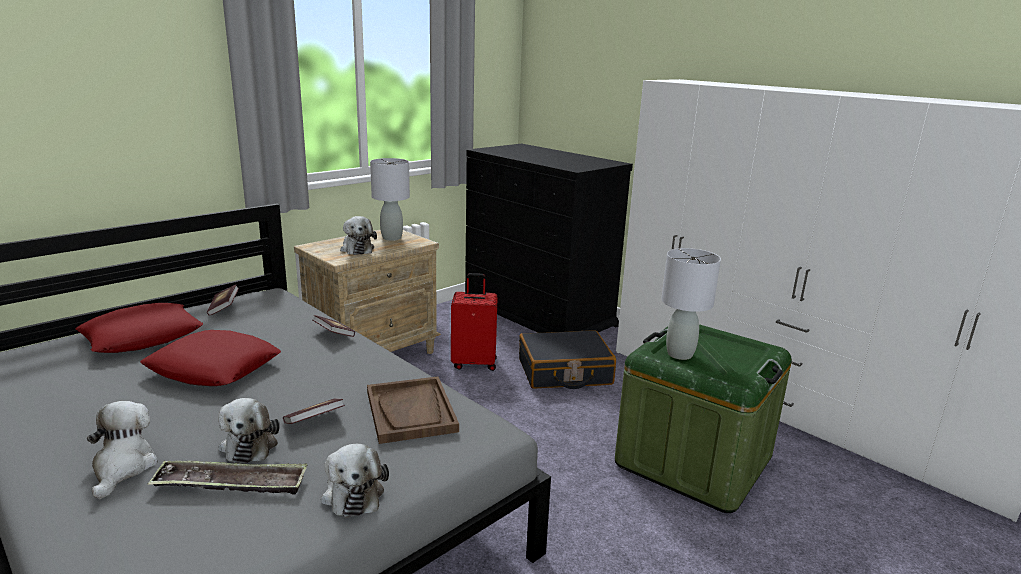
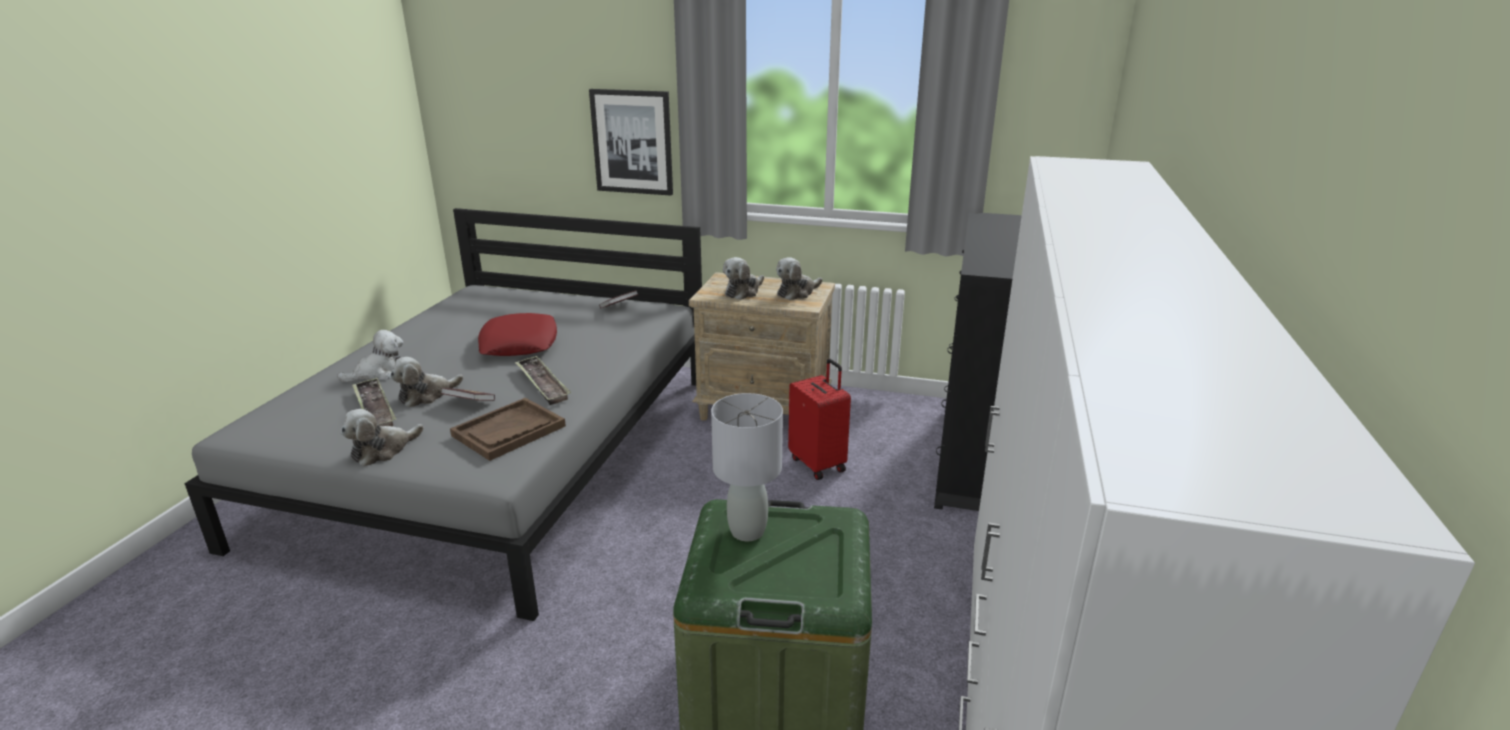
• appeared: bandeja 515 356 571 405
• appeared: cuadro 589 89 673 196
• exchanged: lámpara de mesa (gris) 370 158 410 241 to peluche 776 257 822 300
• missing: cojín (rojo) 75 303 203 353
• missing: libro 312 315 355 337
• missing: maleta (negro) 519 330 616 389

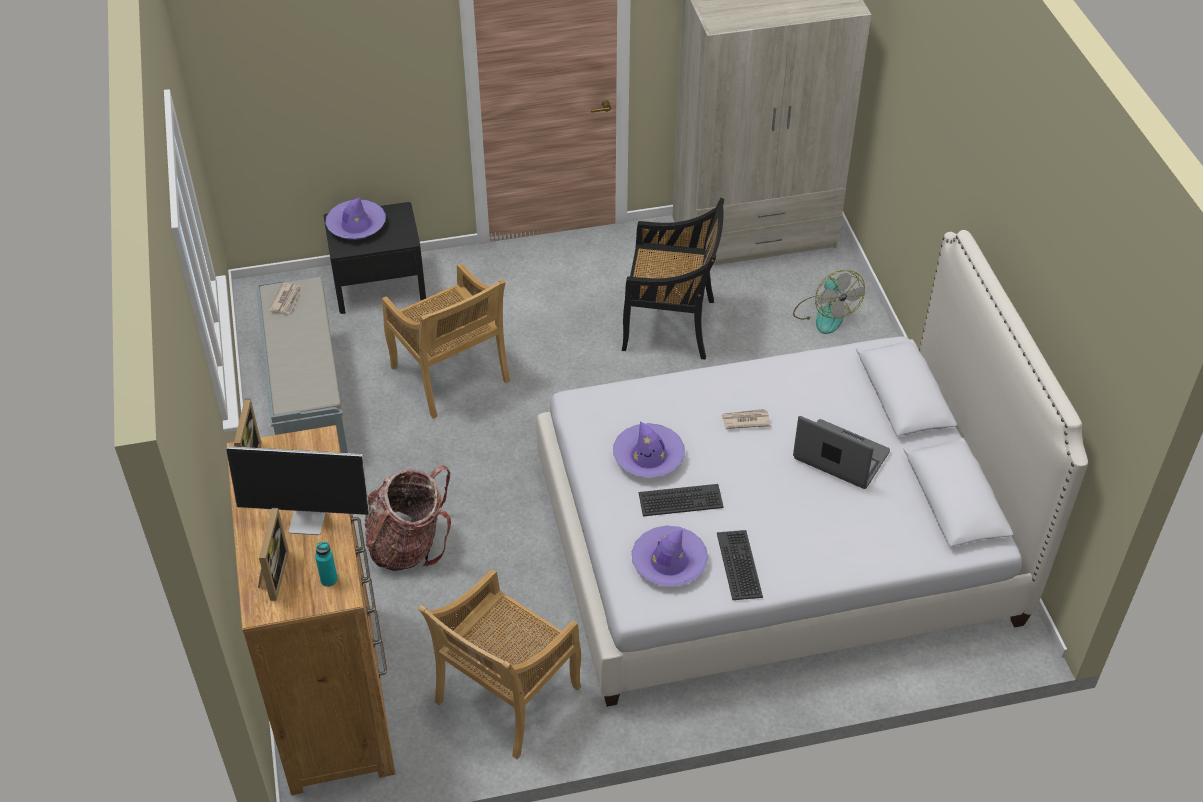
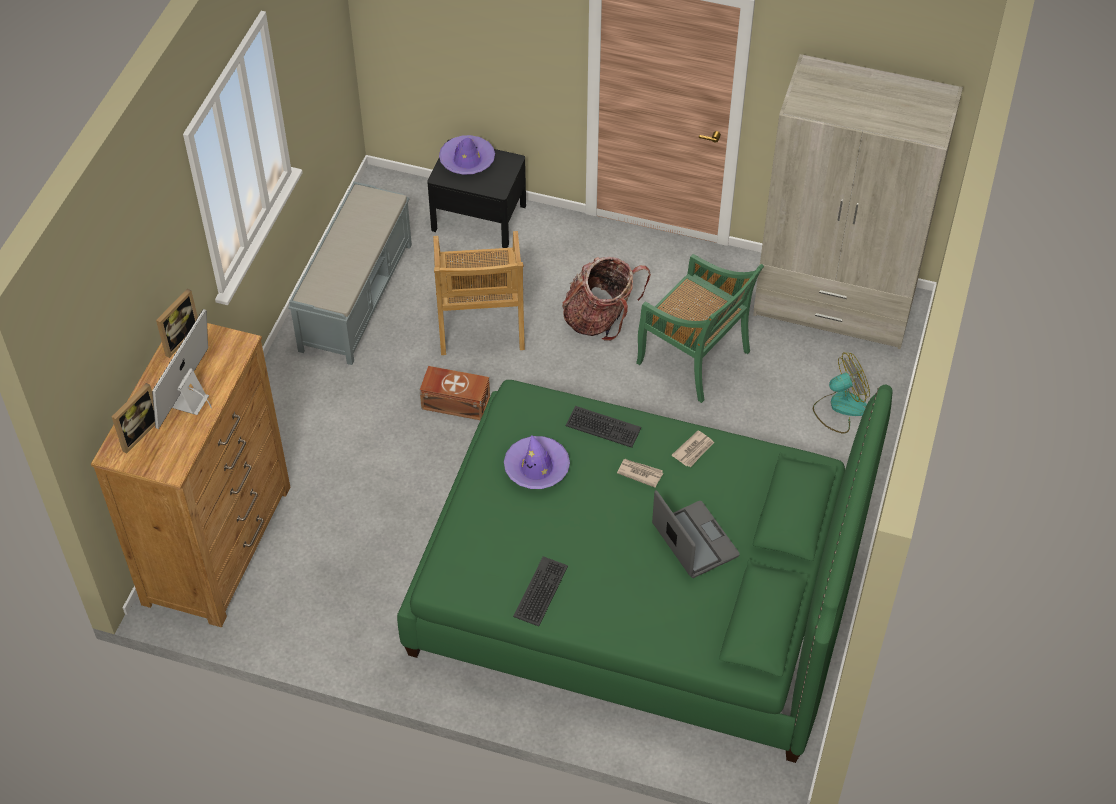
• spun: monitor 226 446 369 535 = 152 309 212 429 75 degrees clockwise
• colour: cama (blanco) 536 230 1088 707 to cama (verde) 397 380 893 763
• appeared: caja de almacenaje (marrón) 420 366 490 420
• relocated: mochila 365 465 451 571 to 562 257 651 341
• relocated: teclado 639 484 724 516 to 565 406 641 448
• colour: silla (negro) 622 198 724 360 to silla (verde) 636 254 764 403
• relocated: periódico 268 283 302 314 to 672 430 715 467
• spun: ventilador 793 270 865 334 = 813 352 870 434 120 degrees counterclockwise
• missing: botella (turquesa) 315 542 338 587
• missing: silla (beis) 418 569 581 759
• missing: sombrero (morado) 632 526 708 587

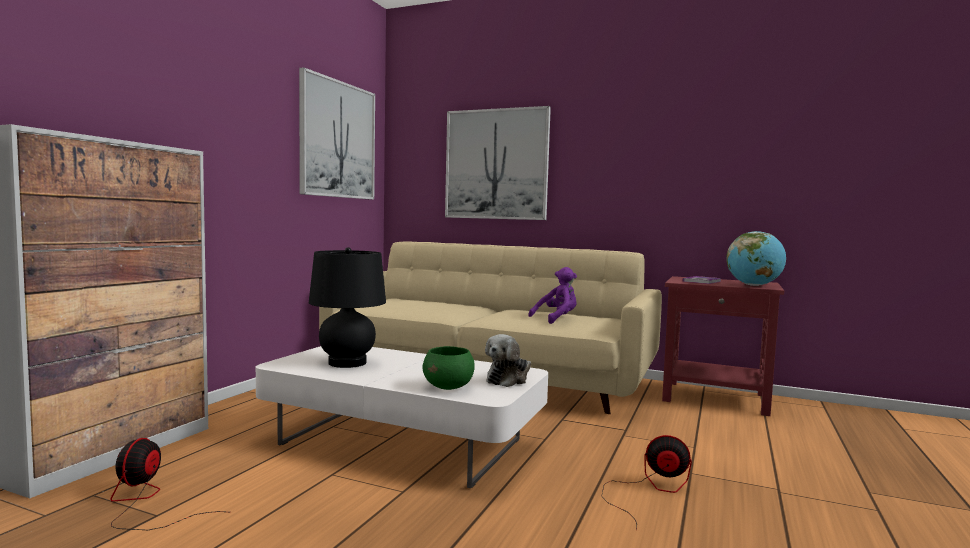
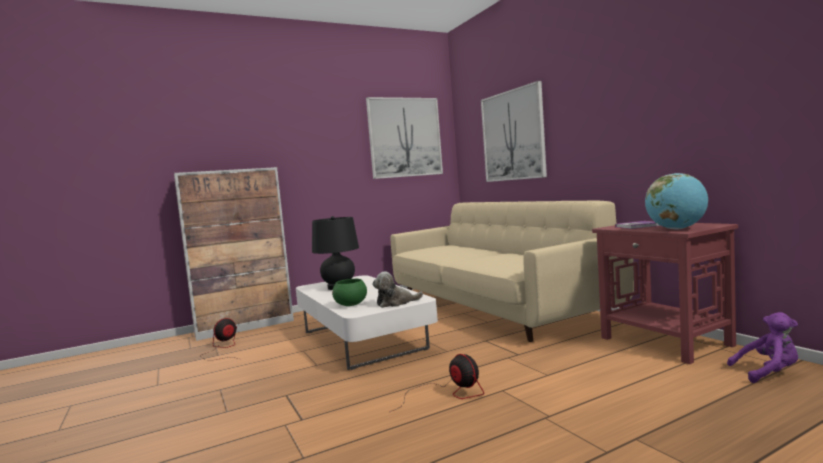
• relocated: peluche (morado) 528 267 577 324 to 727 312 798 383

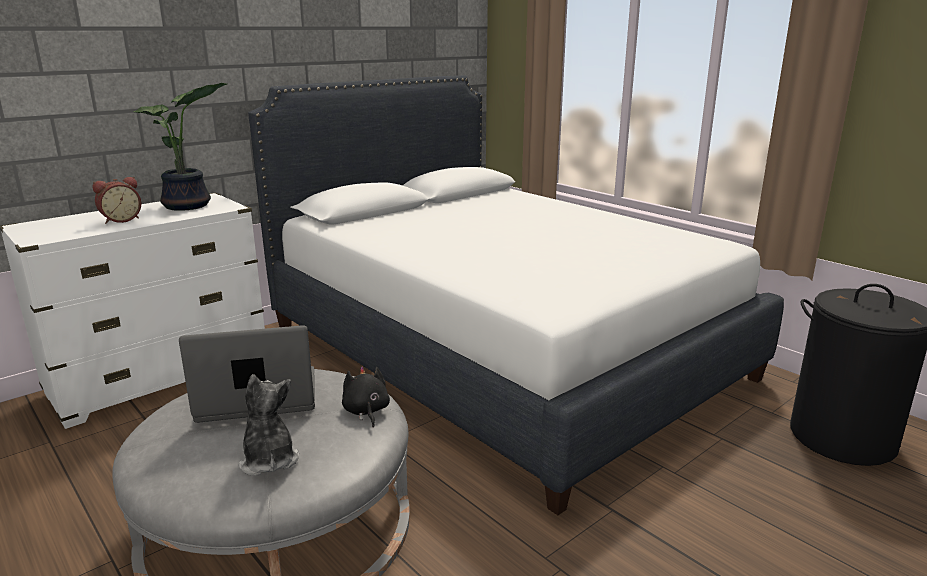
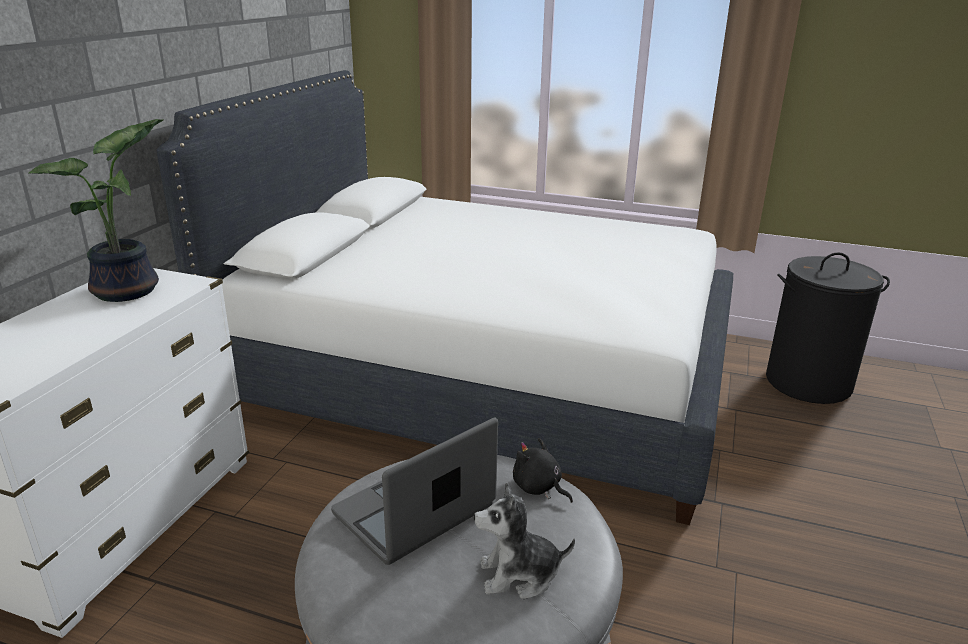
• spun: peluche 239 374 299 476 = 474 482 575 599 45 degrees counterclockwise
• missing: despertador 92 177 141 224

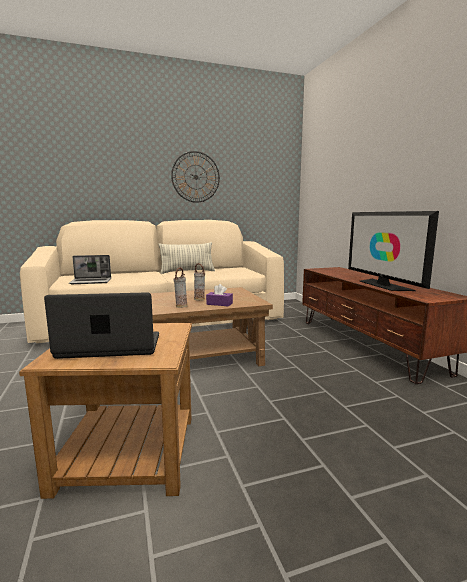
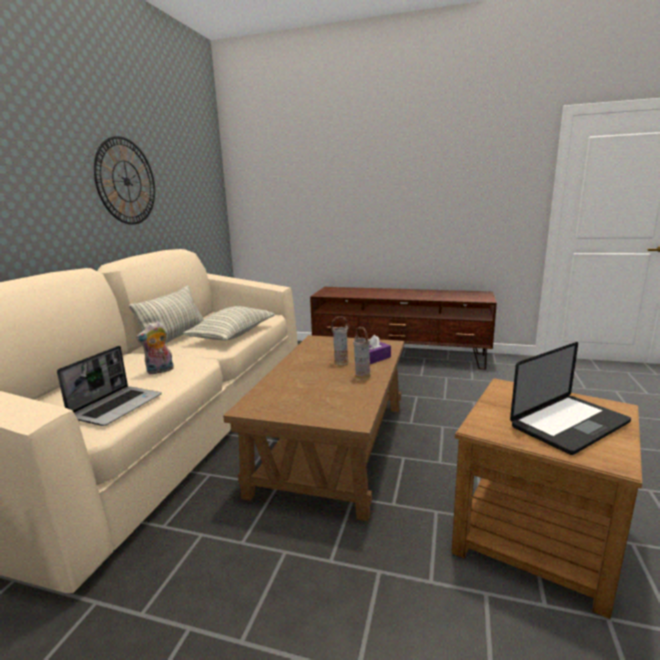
• appeared: peluche 136 321 174 375
• appeared: cojín 183 306 274 341
• spun: portátil 44 292 159 359 = 510 342 631 455 150 degrees counterclockwise
• missing: televisor 348 211 439 291

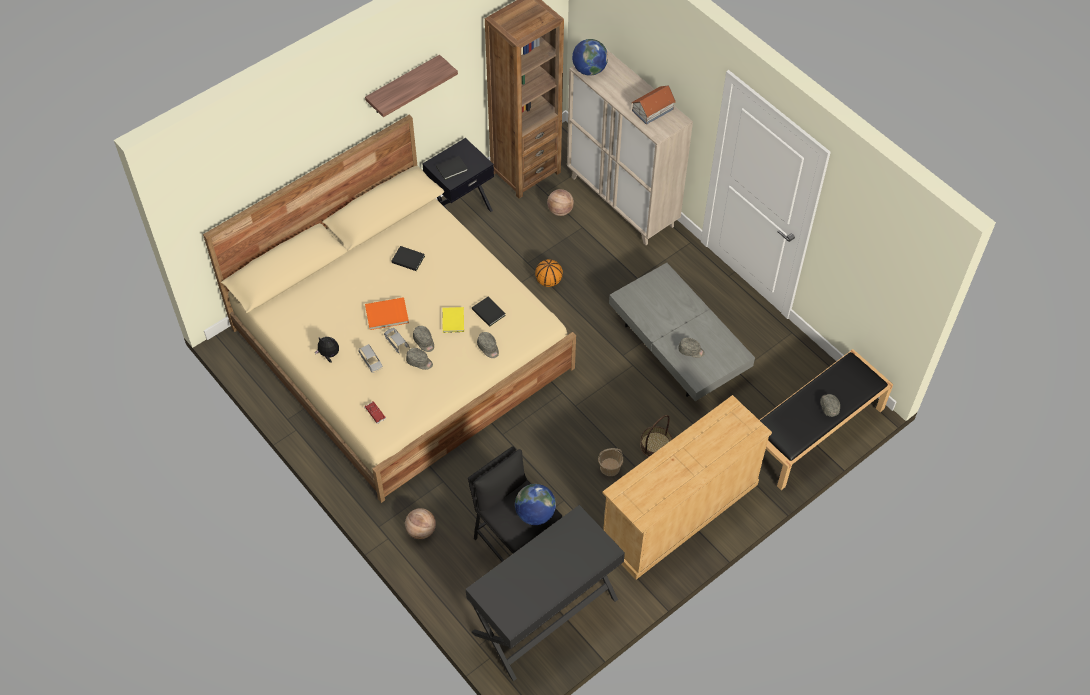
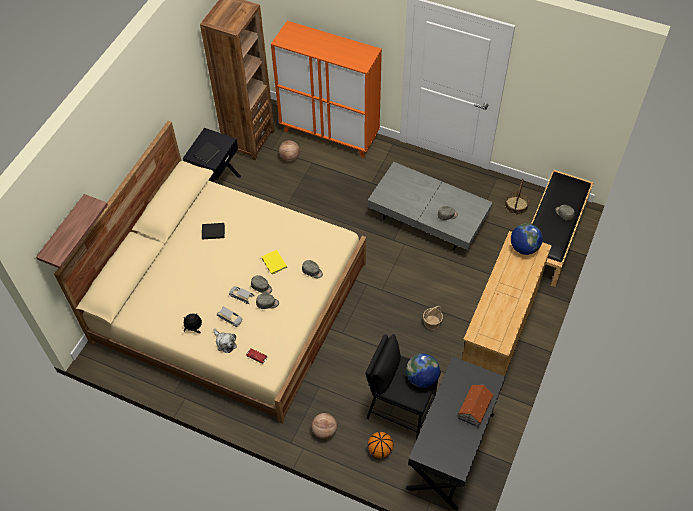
• relocated: estante 365 55 458 117 to 36 194 108 269
• appeared: peluche 214 329 237 353
• colour: armario (beis) 567 49 693 245 to armario (naranja) 271 21 382 158
• relocated: balón de baloncesto 535 259 563 287 to 368 432 393 458
• relocated: casita 632 85 676 125 to 458 385 494 427
• relocated: cesta 640 415 672 457 to 505 179 529 215
• relocated: globo terráqueo 572 39 608 76 to 511 223 543 255
• missing: libro (naranja) 365 297 409 330
• missing: libro (negro) 472 297 506 327

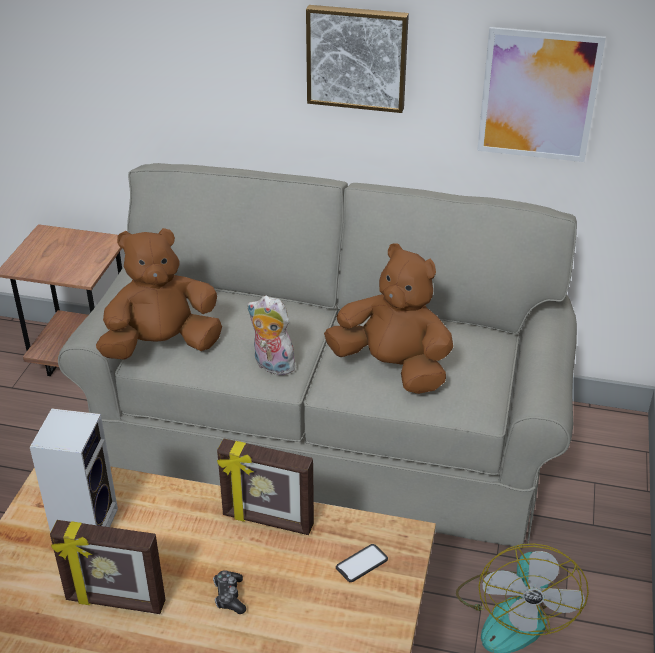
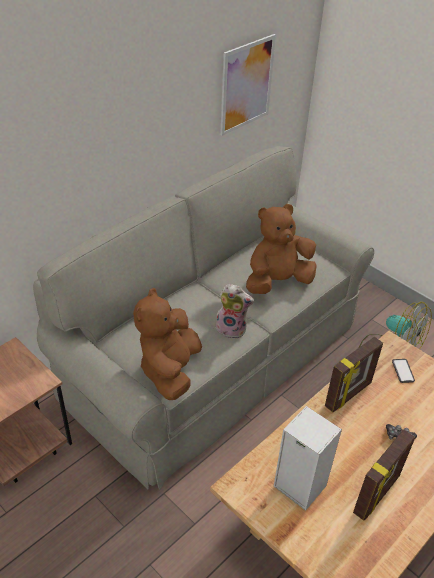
• spun: peluche 247 296 295 375 = 215 284 254 339 135 degrees counterclockwise
• missing: cuadro 306 5 409 113

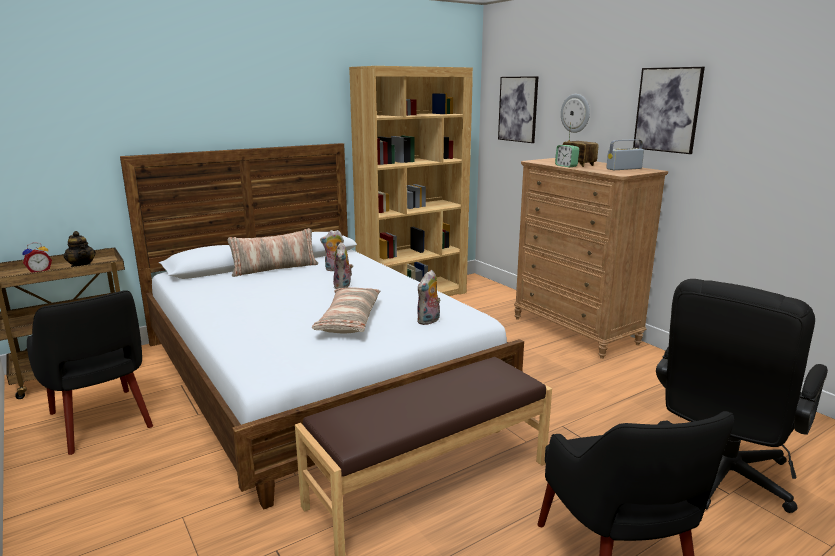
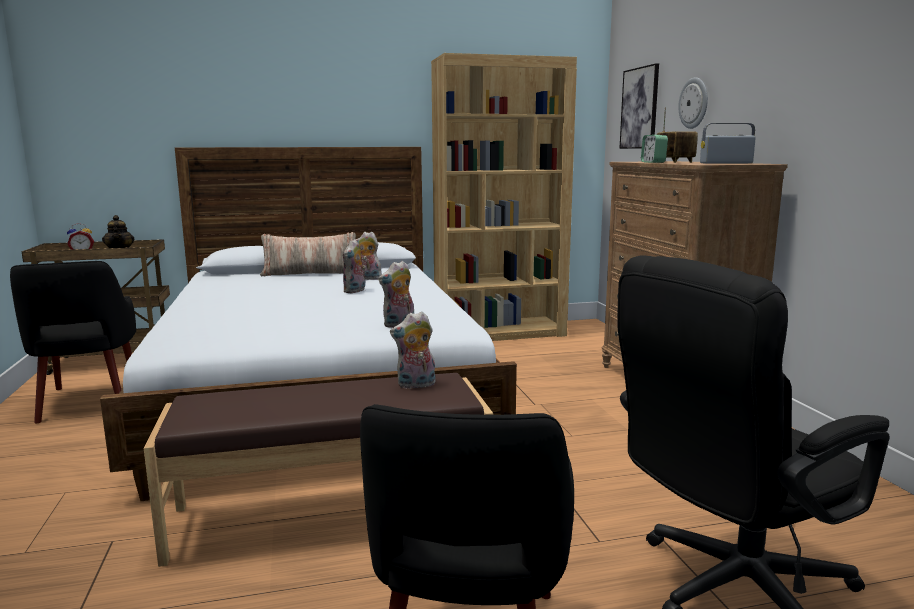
• appeared: peluche 390 311 436 389
• missing: cojín 312 287 380 334
• missing: cuadro 633 67 705 154

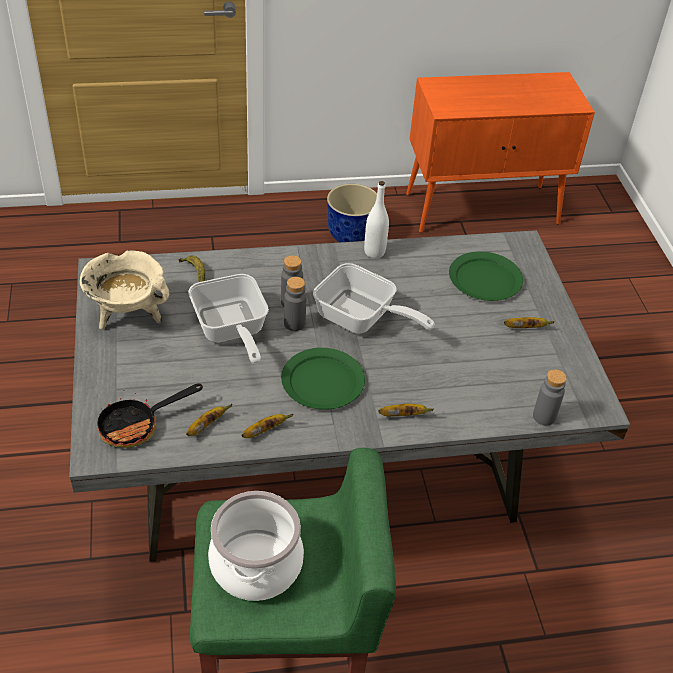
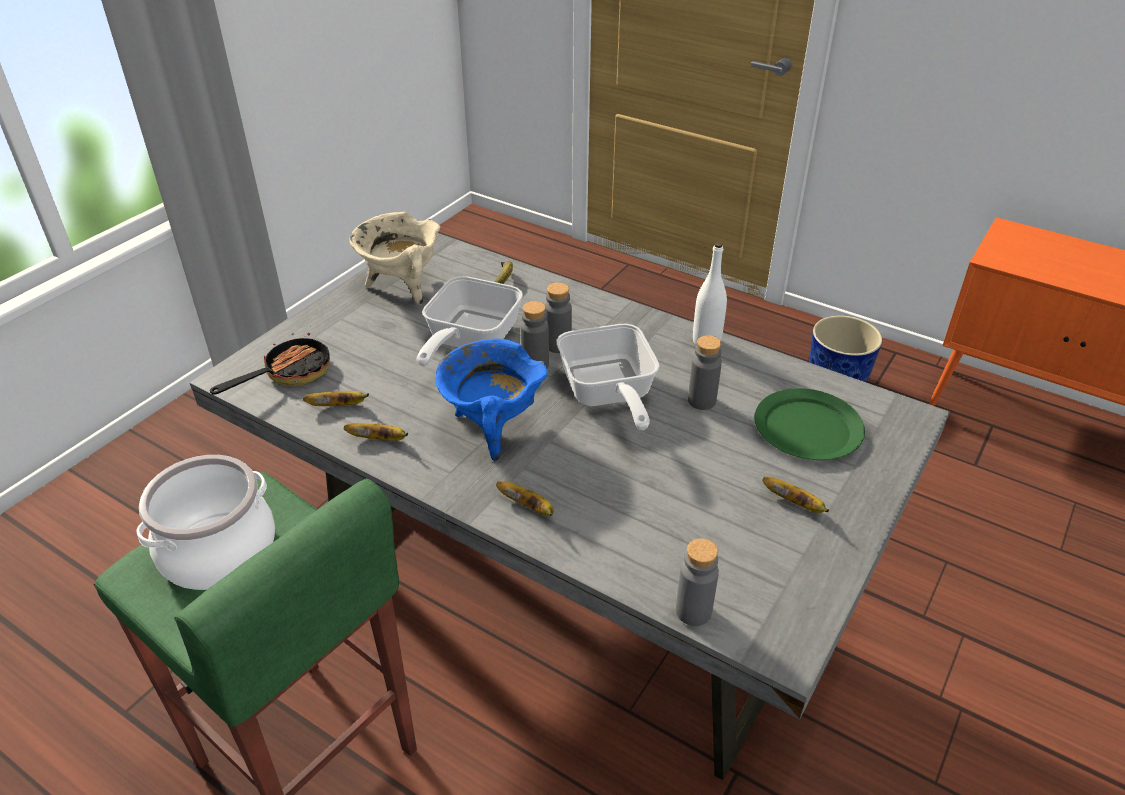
• spun: sartén 97 383 203 448 = 210 326 330 395 120 degrees clockwise
• exchanged: plato (verde) 281 348 365 410 to olla (azul) 435 339 548 461
• appeared: botella (gris) 688 335 722 410

